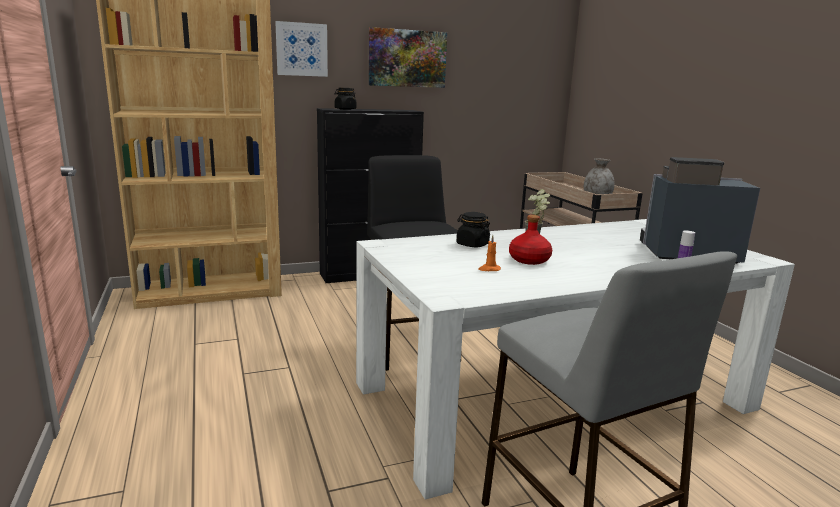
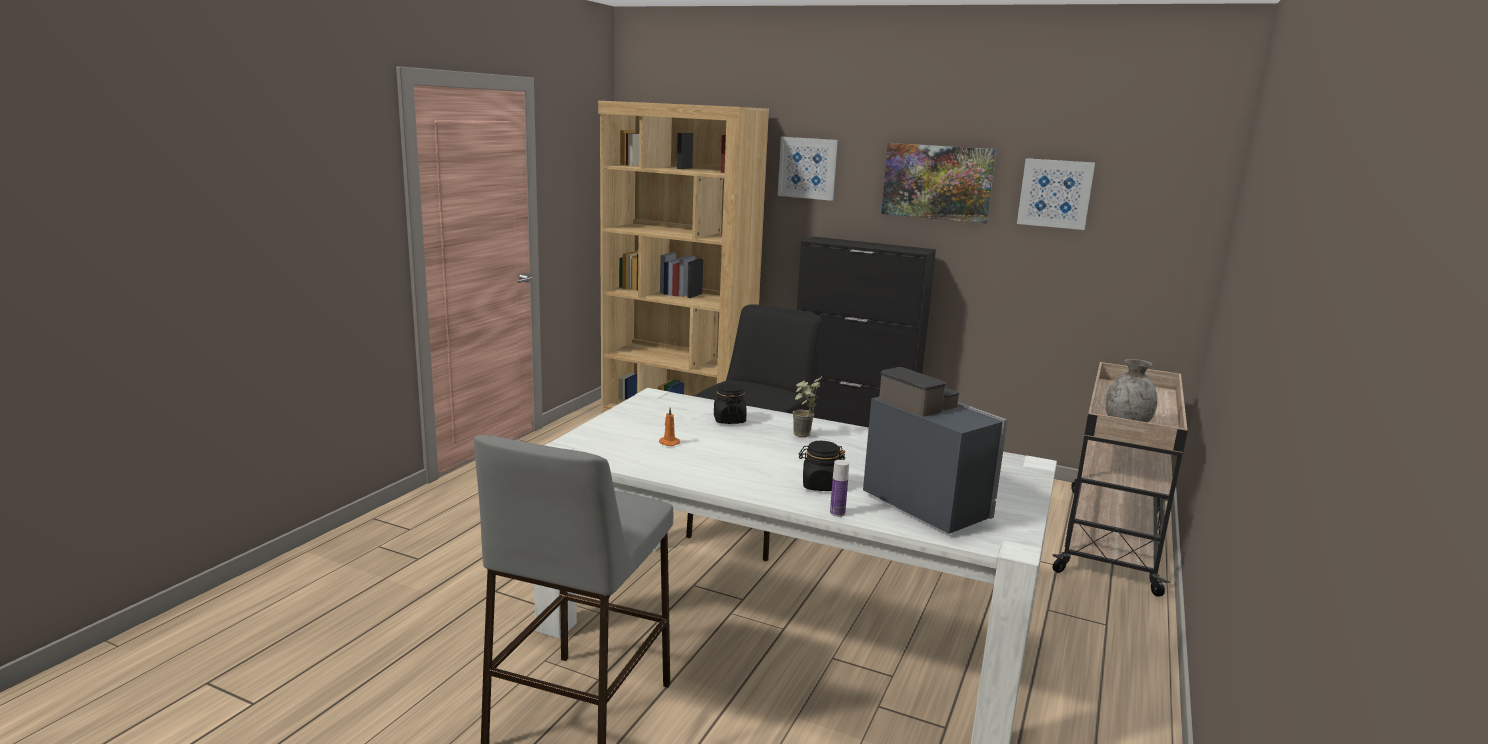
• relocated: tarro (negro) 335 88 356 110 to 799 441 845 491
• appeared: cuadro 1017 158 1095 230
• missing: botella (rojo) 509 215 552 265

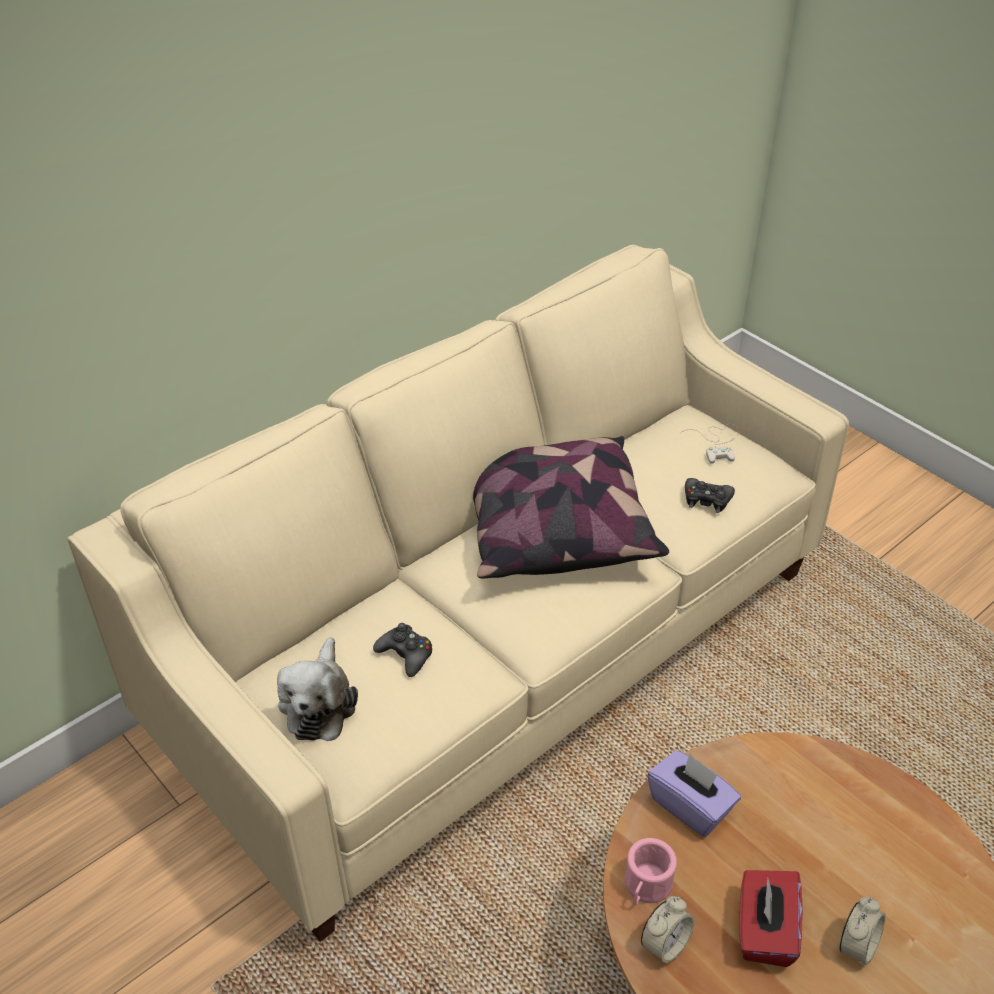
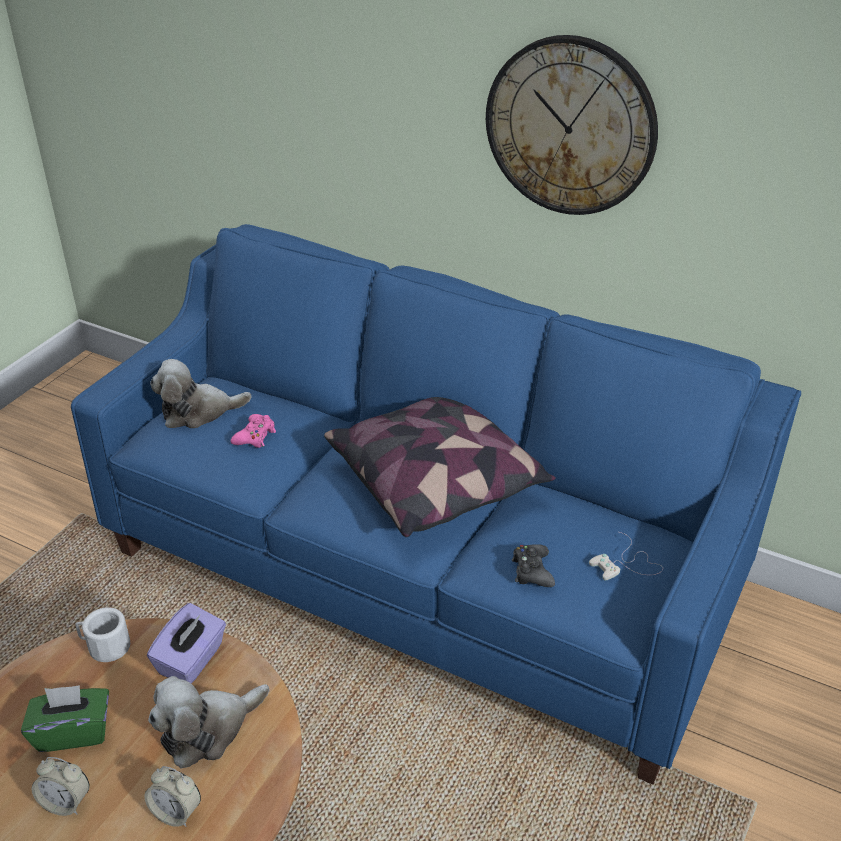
• colour: caja de pañuelos (rojo) 740 870 802 967 to caja de pañuelos (verde) 21 685 109 752
• colour: sofá (beis) 67 245 849 942 to sofá (azul) 71 224 801 785
• colour: taza grande (rosa) 625 838 677 906 to taza grande (blanco) 75 607 130 662
• relocated: despertador 641 896 695 964 to 144 766 201 827
• appeared: peluche 148 676 269 769
• colour: mando de consola (negro) 373 623 432 677 to mando de consola (rosa) 231 414 276 448
• appeared: reloj de pared 486 35 658 215

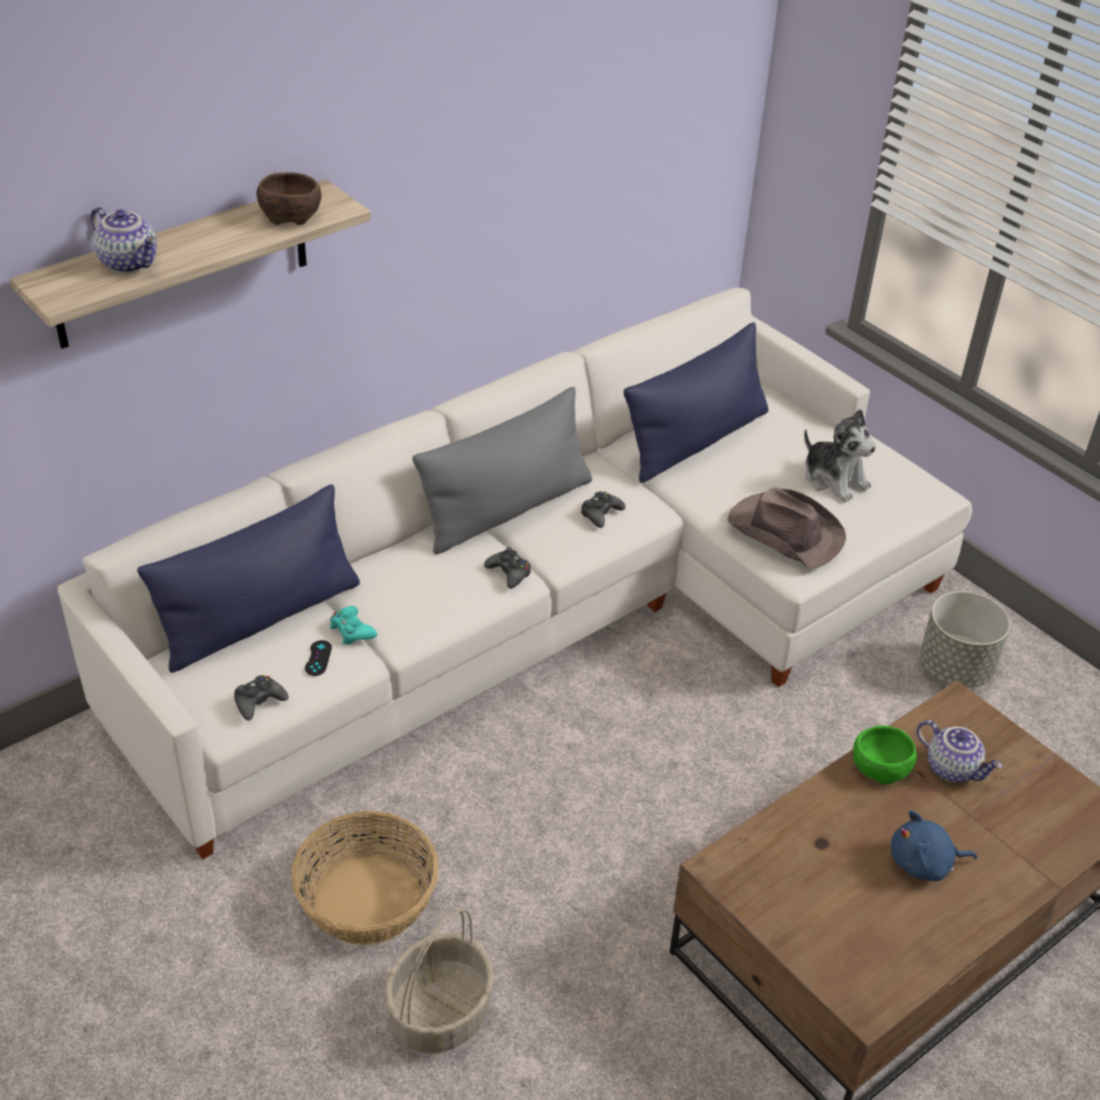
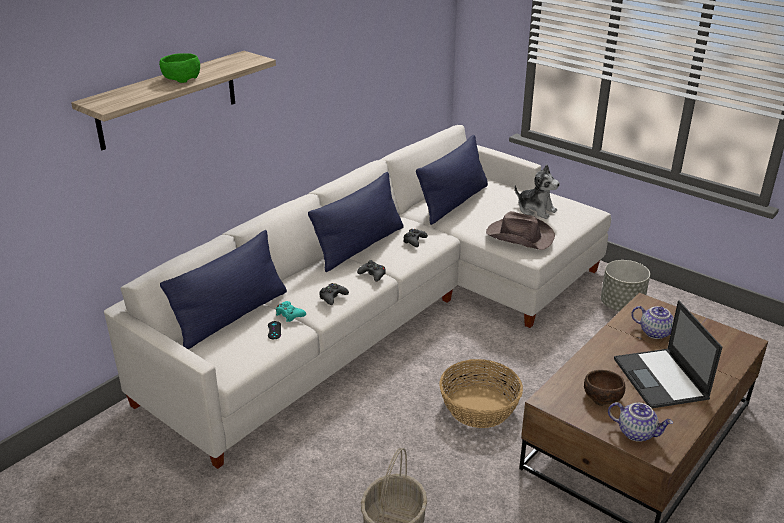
• relocated: cuenco (verde) 853 726 917 785 to 159 53 200 83
• colour: cojín (gris) 412 387 592 555 to cojín (azul) 308 172 404 272
• relocated: mando de consola (negro) 234 675 288 721 to 320 283 349 305
• relocated: cesta 291 811 439 945 to 439 359 523 428
• relocated: cuenco (marrón) 256 172 321 225 to 584 370 625 406
• relocated: tetera 91 207 157 273 to 608 402 673 442
• exchanged: peluche (azul) 891 810 977 881 to portátil 614 300 722 408

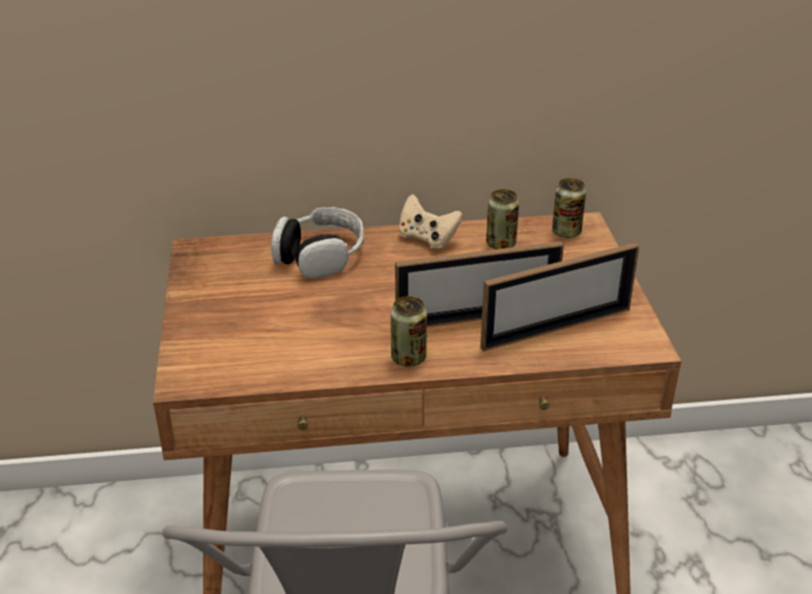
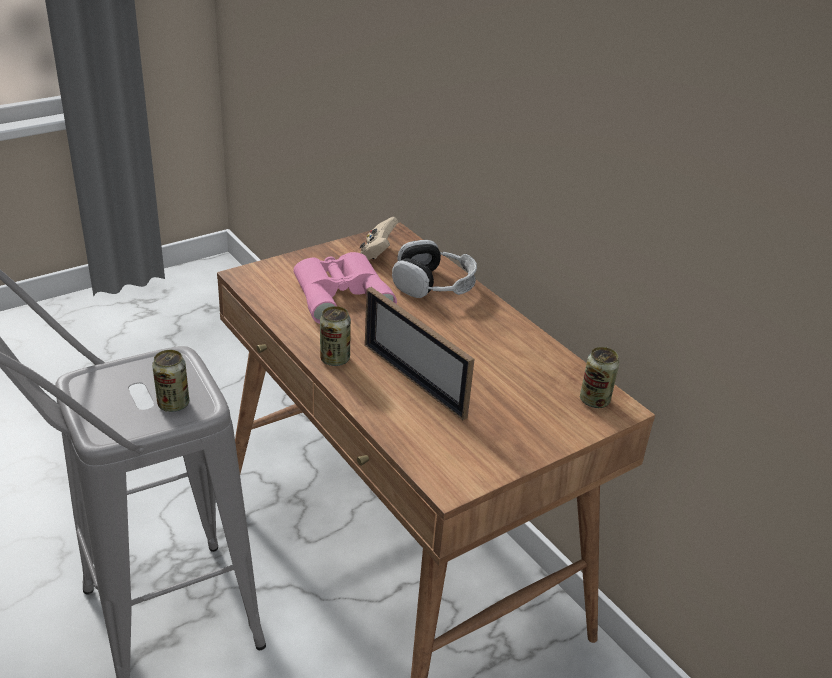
• relocated: lata 486 189 519 249 to 152 350 189 412
• appeared: prismáticos (rosa) 293 252 397 324
• relocated: mando de consola (beis) 399 194 463 249 to 360 217 398 260
• missing: portarretratos 480 242 639 352

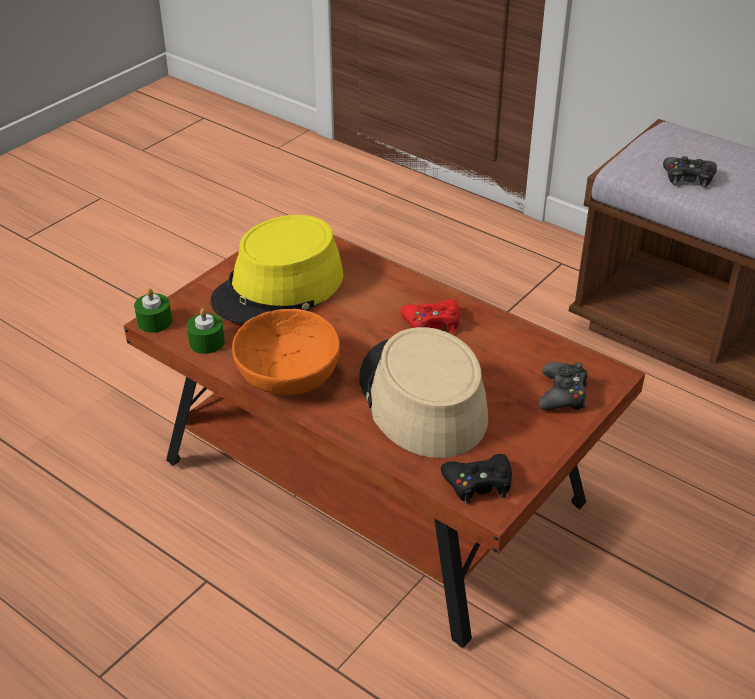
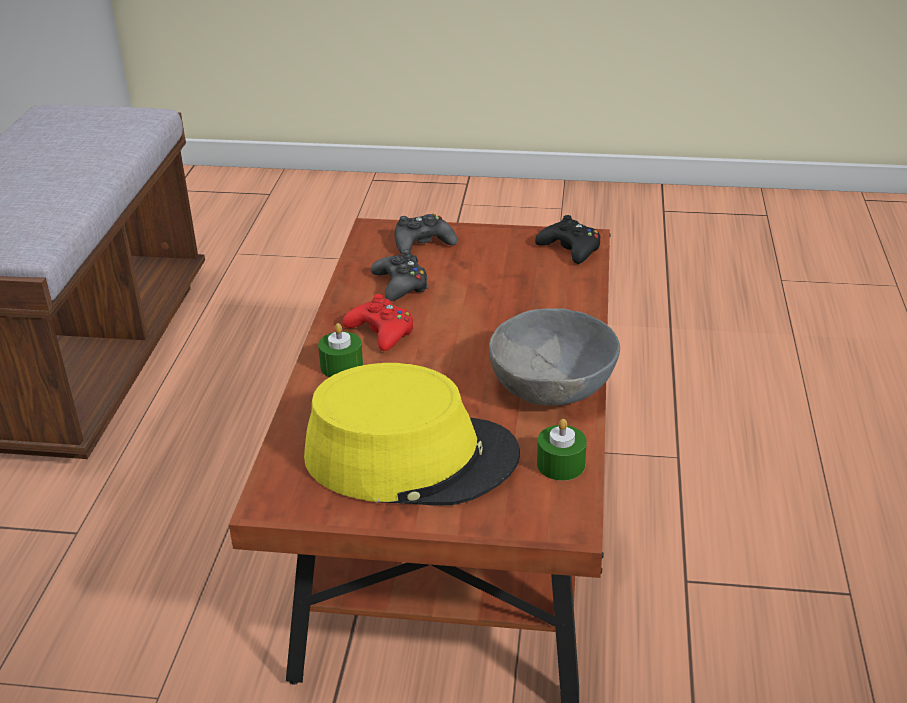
• relocated: vela (verde) 134 288 172 333 to 318 323 363 377
• relocated: mando de consola (negro) 663 156 717 188 to 371 249 429 301
• colour: cuenco (naranja) 232 309 340 395 to cuenco (gris) 489 308 620 406
• missing: sombrero (beis) 359 327 488 458

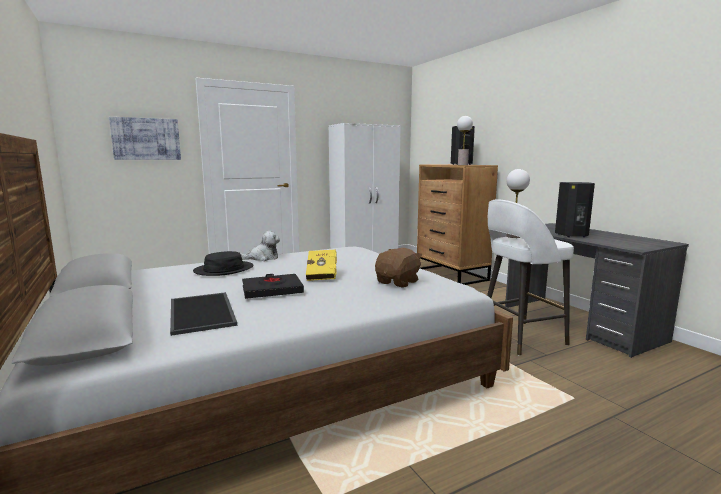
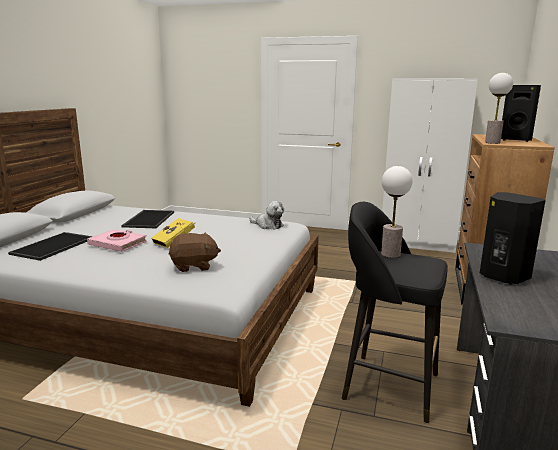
• colour: libro (negro) 242 274 304 299 to libro (rosa) 87 229 147 252
• exchanged: sombrero (negro) 193 251 253 276 to bandeja 121 210 174 228
• relocated: peluche 240 231 280 261 to 249 201 284 230
• colour: taburete (blanco) 487 199 574 356 to taburete (negro) 342 202 448 423
• missing: cuadro 109 117 181 160

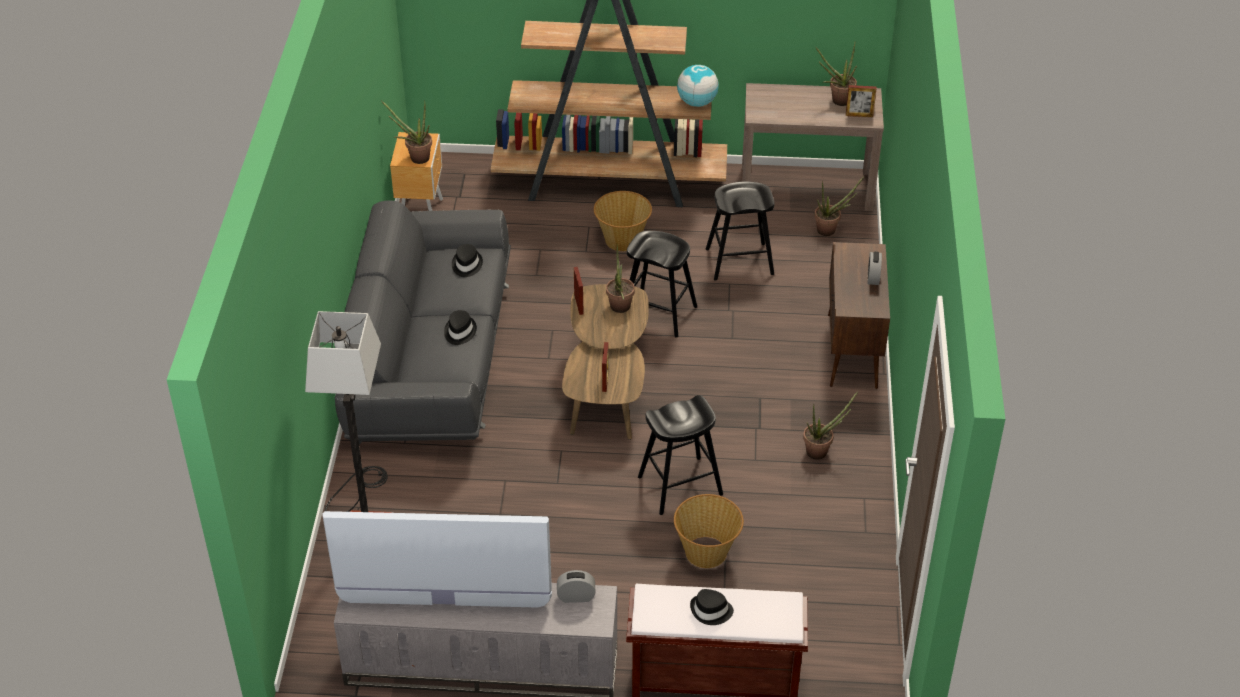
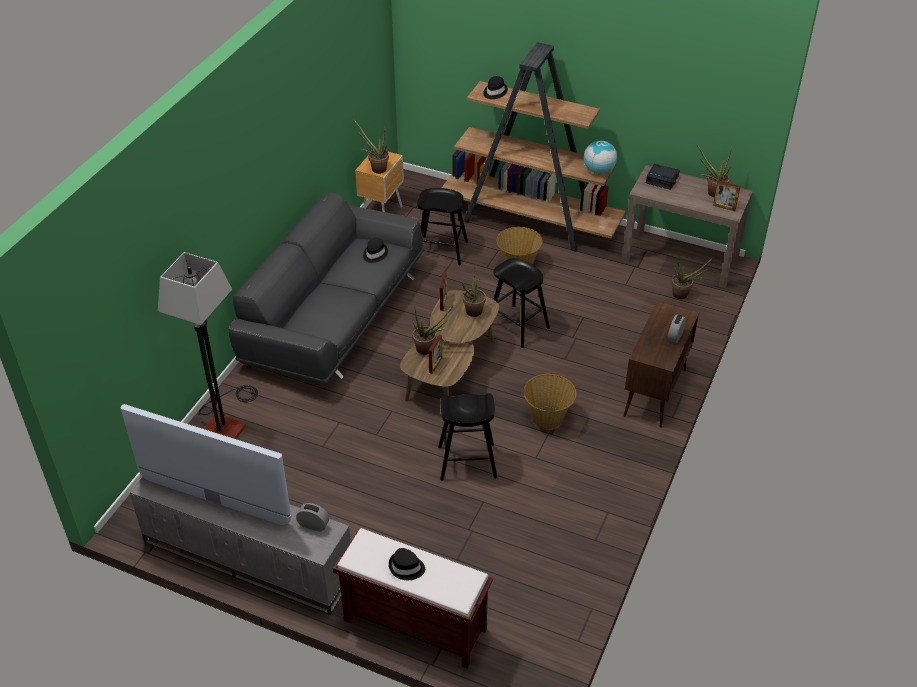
• relocated: planta en maceta 803 391 858 460 to 412 306 453 355
• relocated: taburete (negro) 706 182 774 281 to 417 188 468 265
• relocated: sombrero (negro) 444 310 477 345 to 483 76 508 99
• relocated: cesta 674 494 744 568 to 523 374 577 430
• appeared: despertador 646 164 680 190

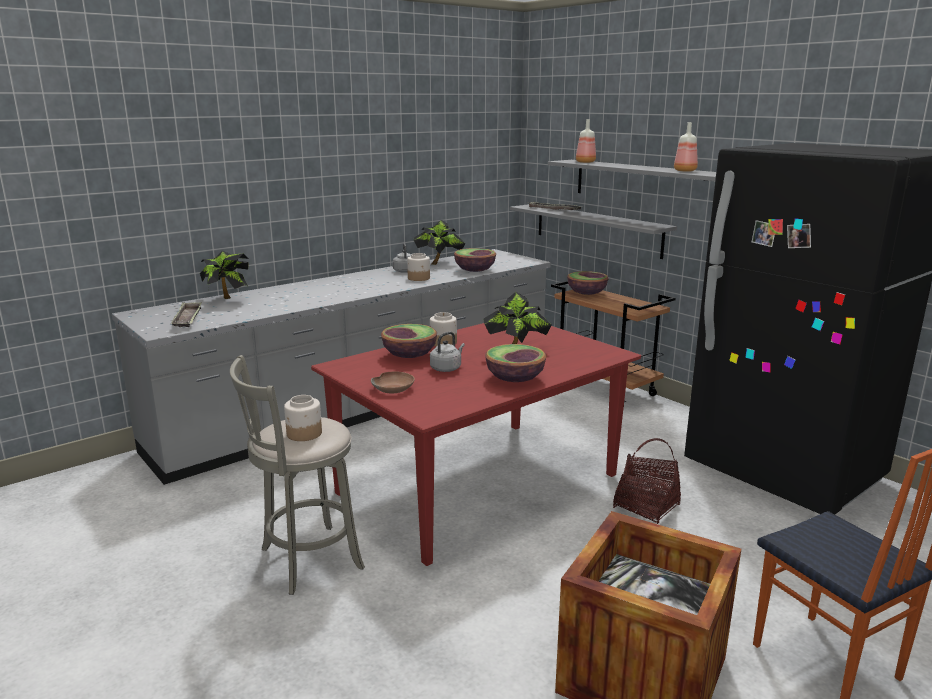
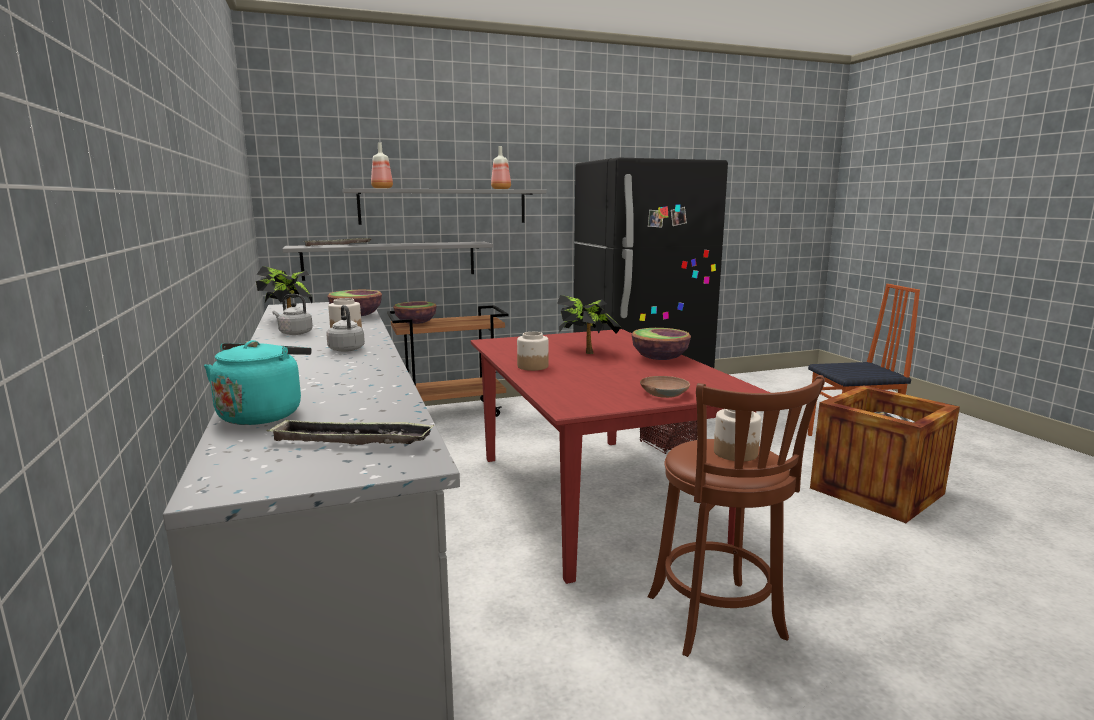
• exchanged: planta en maceta 200 250 249 299 to hervidor (turquesa) 204 340 312 425
• relocated: hervidor (gris) 430 332 465 372 to 326 305 365 352
• colour: taburete (gris) 230 355 365 595 to taburete (marrón) 648 375 825 657
• missing: cuenco 381 324 437 358

